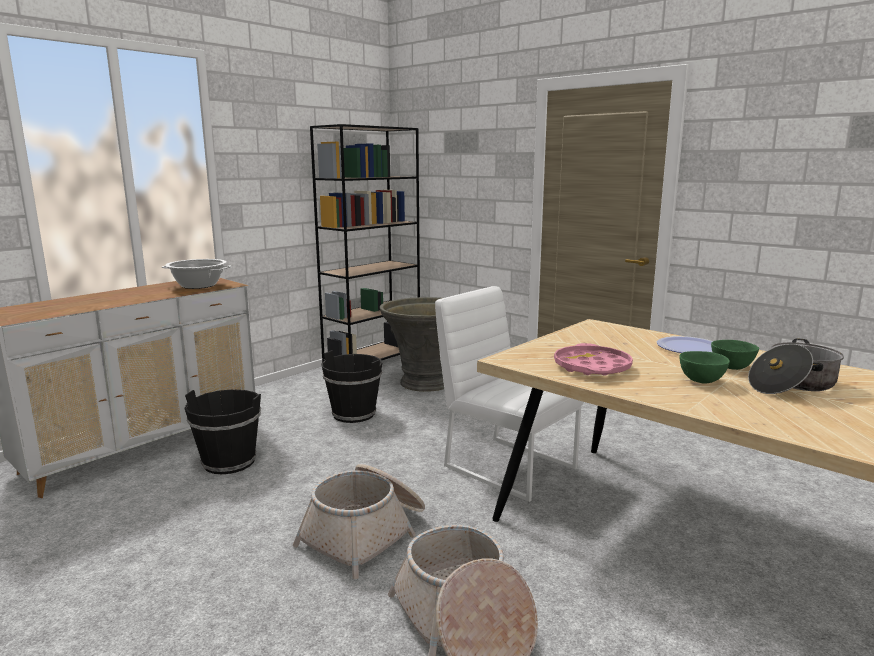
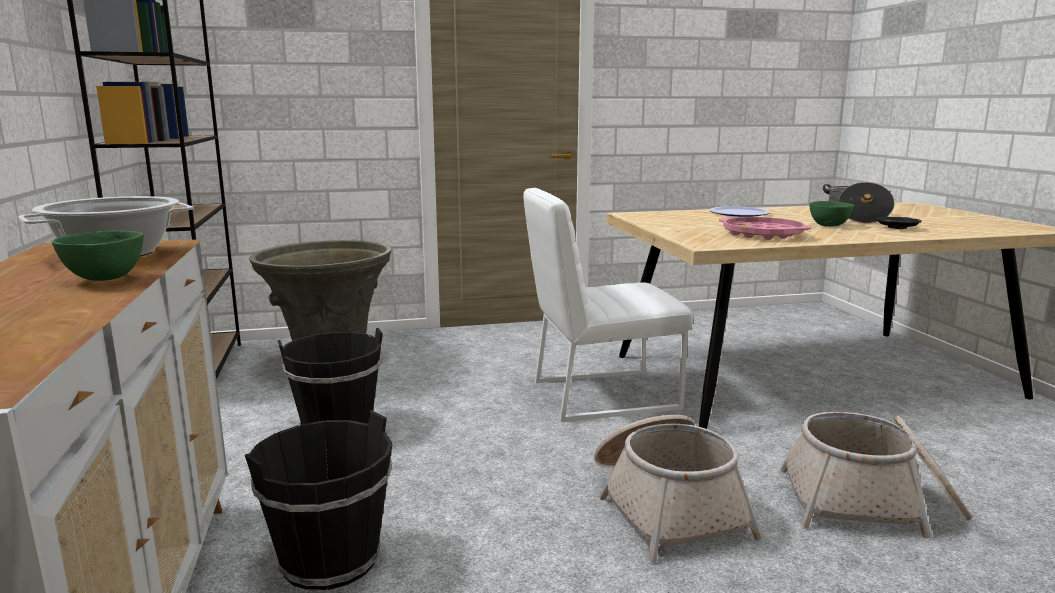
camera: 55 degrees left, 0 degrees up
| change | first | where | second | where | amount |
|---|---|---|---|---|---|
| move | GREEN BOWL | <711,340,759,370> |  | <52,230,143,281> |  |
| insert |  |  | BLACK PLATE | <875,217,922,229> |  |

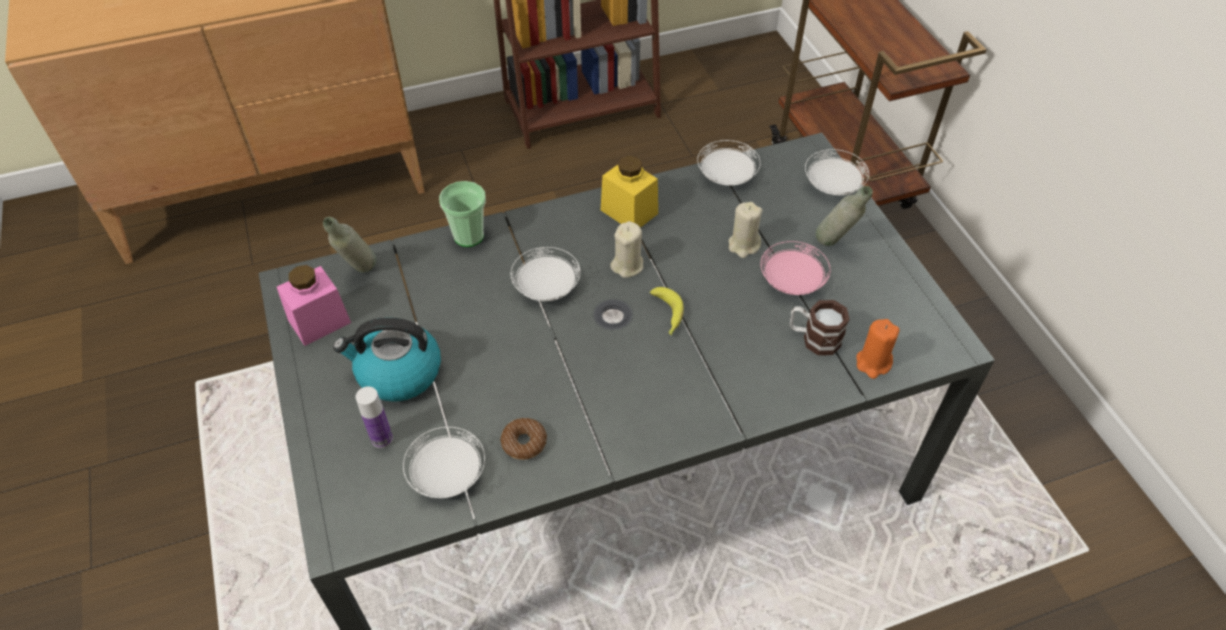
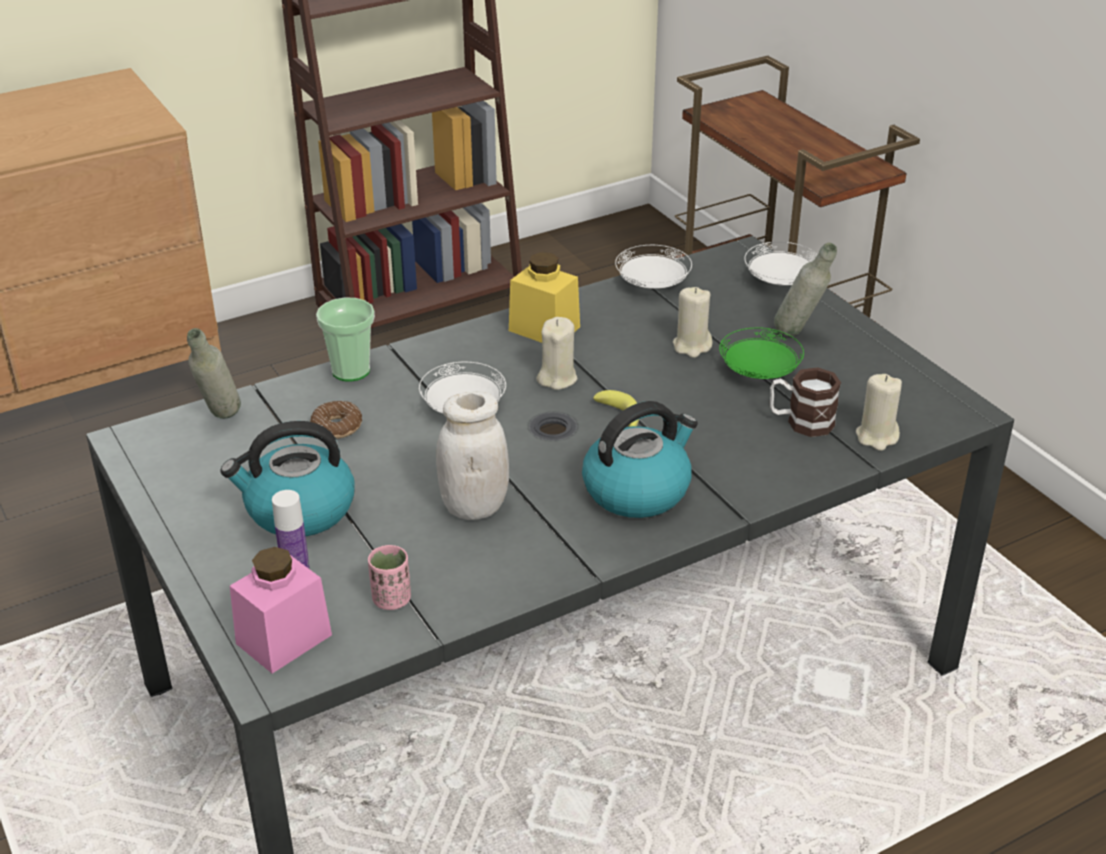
camera: 10 degrees left, 15 degrees down
| change | first | where | second | where | amount |
|---|---|---|---|---|---|
| move | PINK JAR | <277,265,351,346> |  | <230,547,332,674> |  |
| replace | WHITE PLATE | <403,427,485,498> | PINK CUP | <368,545,411,610> |  |
| move | DONUT | <500,418,547,460> |  | <310,401,362,439> |  |
| recolor | PINK PLATE | <761,241,831,295> | GREEN PLATE | <719,327,804,379> |  |
| recolor | ORANGE CANDLE | <857,319,900,379> | BEIGE CANDLE | <856,374,902,451> |  |
| insert |  |  | WHITE JAR | <436,391,509,520> |  |
| insert |  |  | KETTLE | <582,401,698,518> |  |

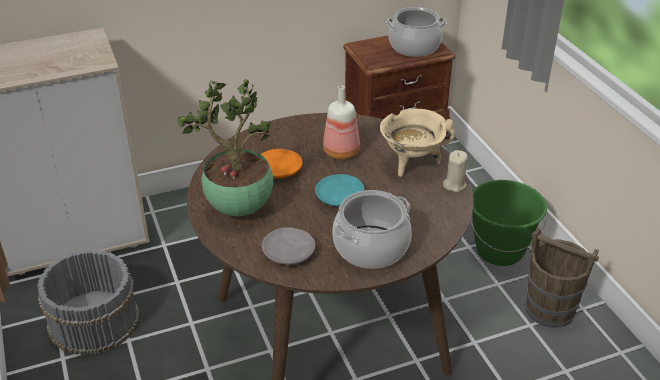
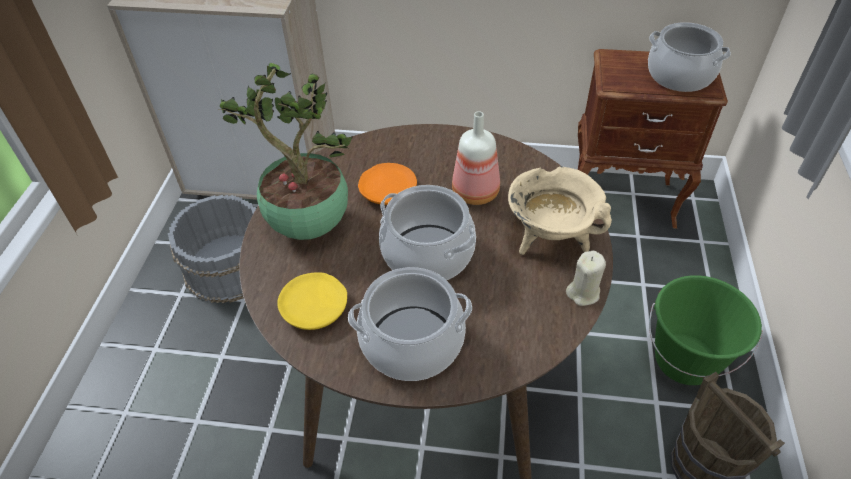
camera: 30 degrees right, 10 degrees up
| change | first | where | second | where | amount |
|---|---|---|---|---|---|
| recolor | GREY PLATE | <262,227,315,265> | YELLOW PLATE | <277,272,347,330> |  |
| replace | TURQUOISE PLATE | <315,174,364,207> | COOKING POT | <379,185,476,280> |  |

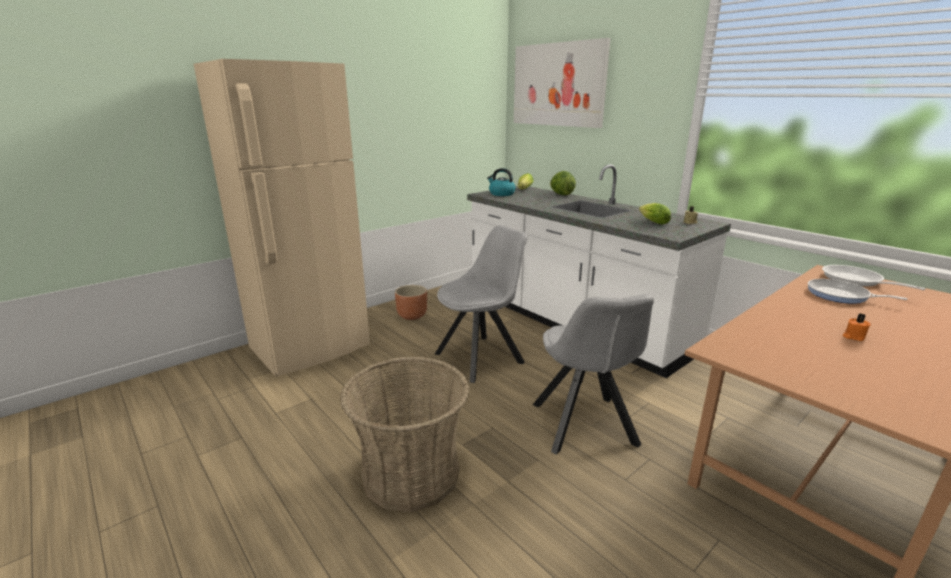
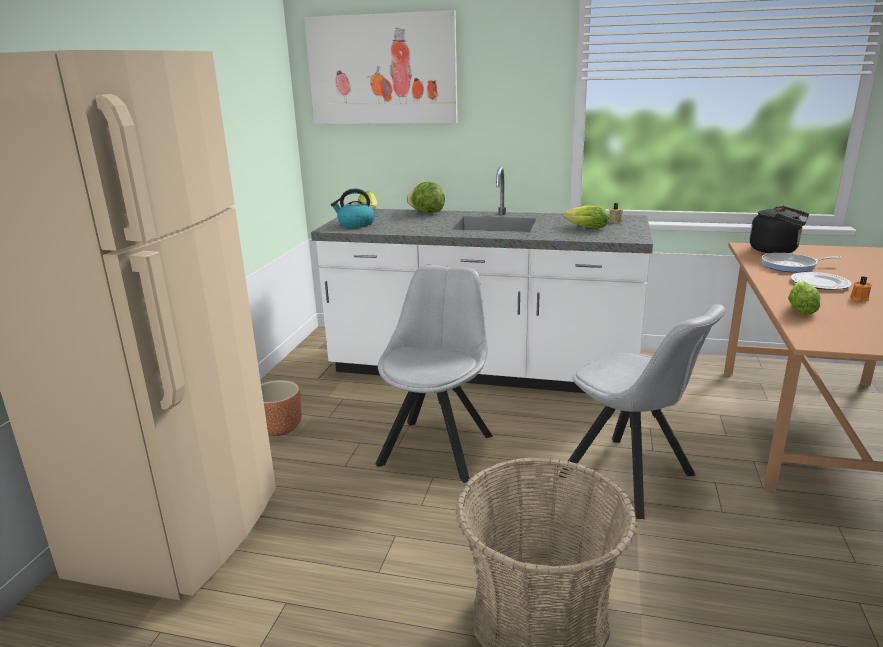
camera: 35 degrees left, 0 degrees up
| change | first | where | second | where | amount |
|---|---|---|---|---|---|
| replace | FRYING PAN | <822,265,925,290> | BLACK KETTLE | <750,206,809,253> |  |
| insert |  |  | LETTUCE | <788,281,820,315> |  |
| insert |  |  | PLATE | <791,272,852,290> |  |

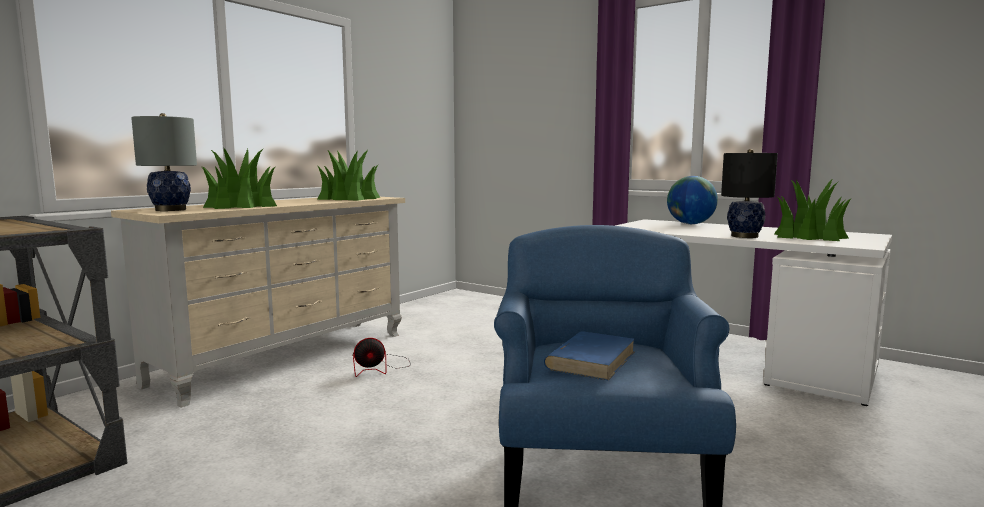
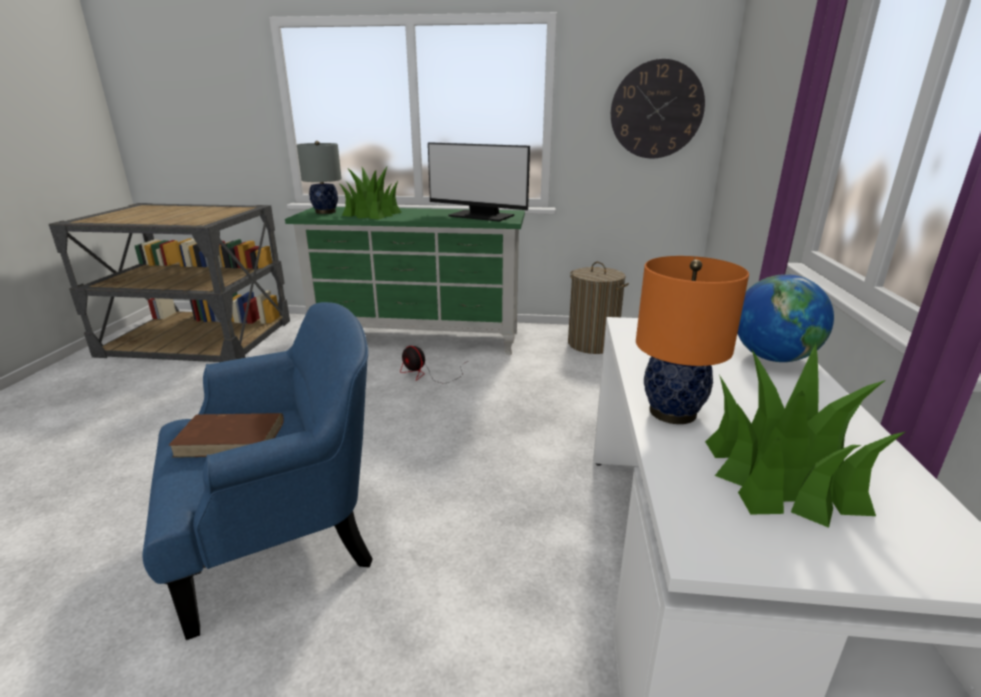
camera: 60 degrees right, 15 degrees up
| change | first | where | second | where | amount |
|---|---|---|---|---|---|
| recolor | BEIGE DRESSER | <111,197,405,408> | GREEN DRESSER | <285,207,525,355> |  |
| replace | POTTED PLANT | <317,150,380,200> | MONITOR | <428,142,530,222> |  |
| recolor | BLUE BOOK | <544,331,635,380> | BROWN BOOK | <168,413,284,458> |  |
| recolor | BLACK TABLE LAMP | <721,149,778,238> | ORANGE TABLE LAMP | <636,256,749,424> |  |
| insert |  |  | LAUNDRY BASKET | <568,262,629,354> |  |
| insert |  |  | WALL CLOCK | <611,59,705,158> |  |

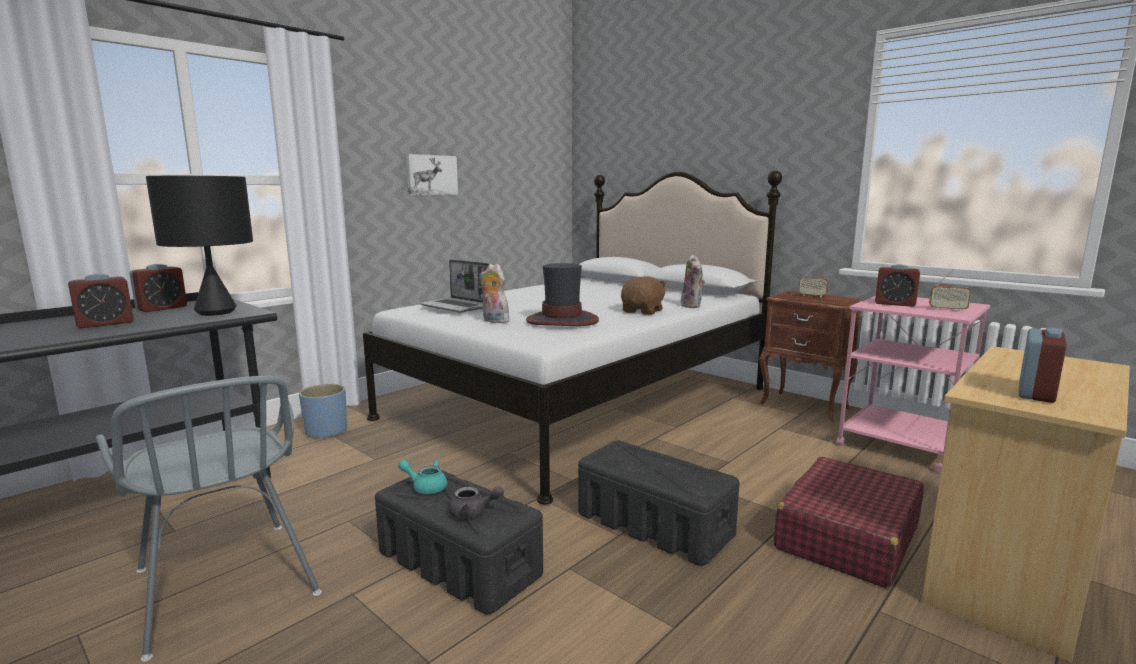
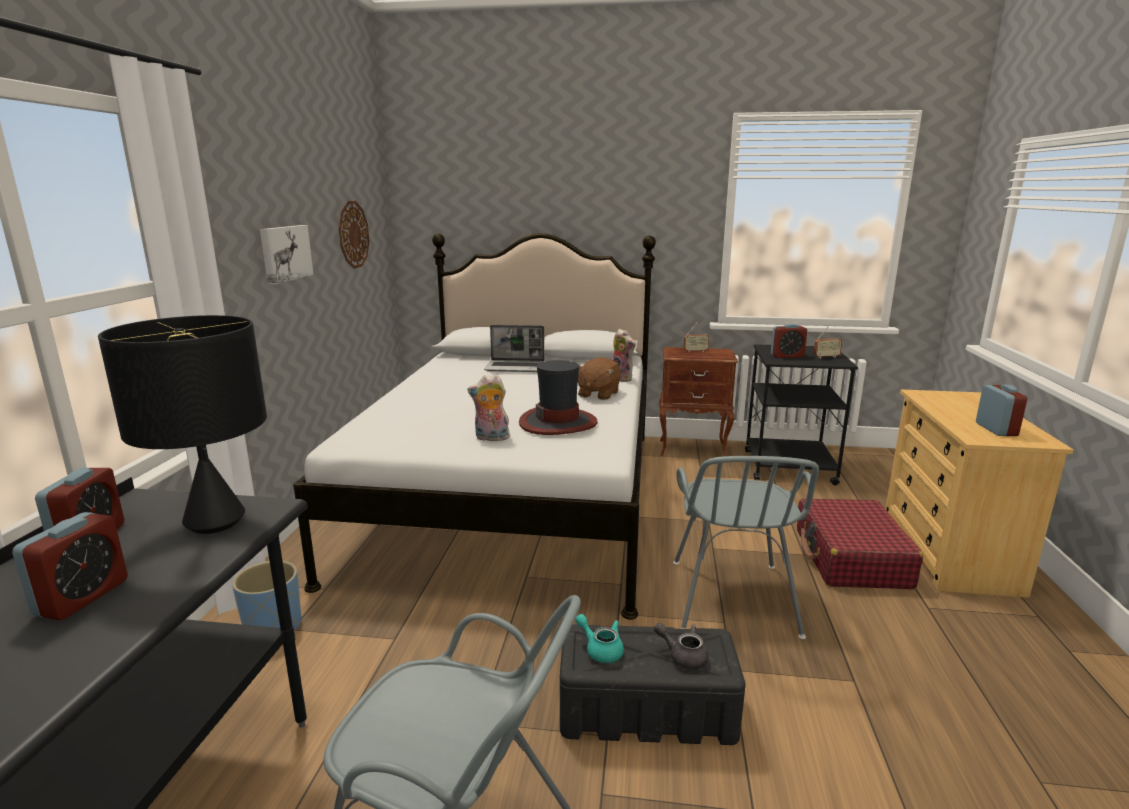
camera: 35 degrees left, 5 degrees up
| change | first | where | second | where | amount |
|---|---|---|---|---|---|
| rotate | TURQUOISE TEAPOT | <398,460,447,494> |  | <575,614,624,663> | 60 degrees clockwise |
| move | LAPTOP | <419,259,489,313> |  | <484,325,544,372> |  |
| rotate | GREY TEAPOT | <449,486,504,519> |  | <654,623,708,669> | 120 degrees counterclockwise |
| replace | BLACK STORAGE BOX | <578,440,739,566> | GREY CHAIR | <673,456,819,639> |  |
| rotate | BROWN PLUSH TOY | <621,276,667,315> |  | <578,357,621,400> | 150 degrees counterclockwise |
| recolor | PINK CART | <836,296,990,474> | BLACK CART | <745,344,858,485> |  |
| insert |  |  | WALL CLOCK | <339,201,369,269> |  |

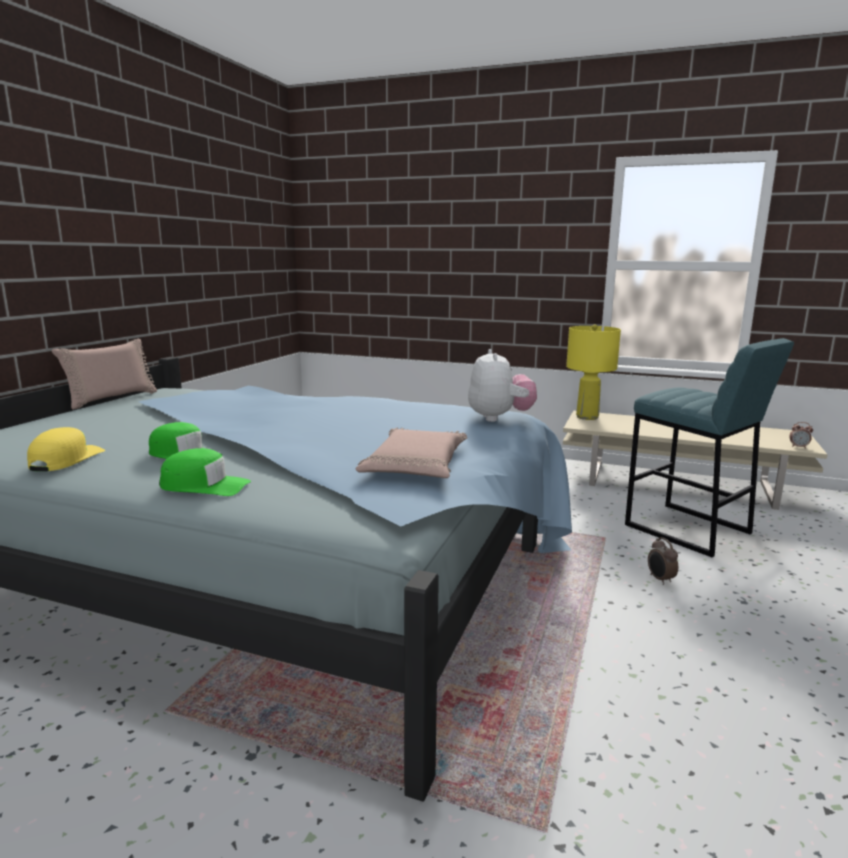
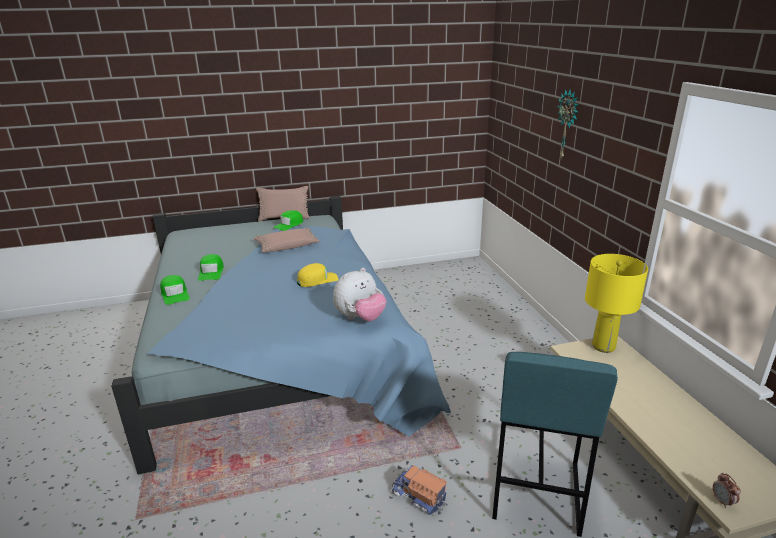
camera: 55 degrees right, 10 degrees up
| change | first | where | second | where | amount |
|---|---|---|---|---|---|
| move | YELLOW CAP | <27,427,105,472> |  | <297,263,338,287> |  |
| move | BEIGE PILLOW | <355,428,467,478> |  | <254,228,320,252> |  |
| replace | ALARM CLOCK | <648,537,678,585> | TOY TRUCK | <391,465,447,515> |  |
| insert |  |  | GREEN CAP | <274,210,303,231> |  |
| insert |  |  | WALL CLOCK | <557,89,579,160> |  |

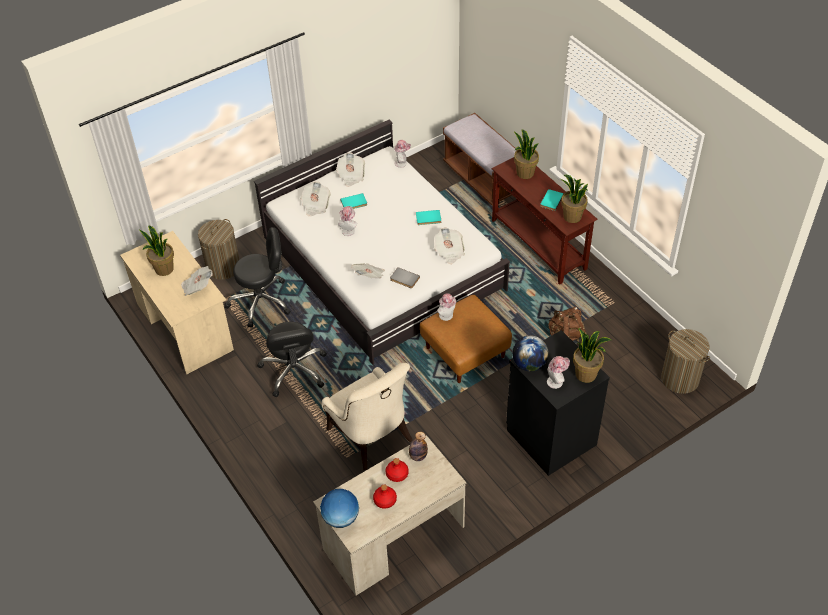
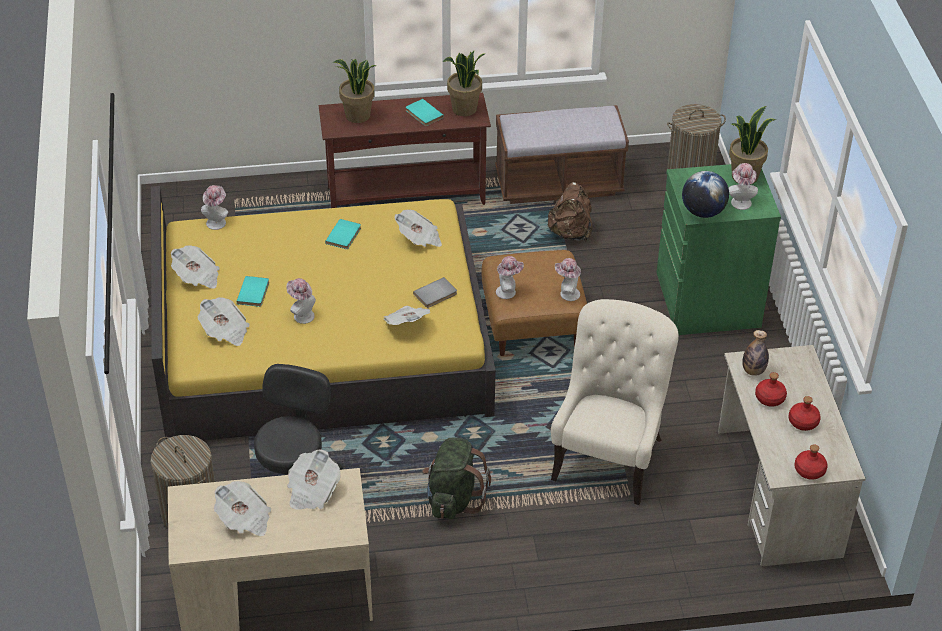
camera: 65 degrees left, 5 degrees down
| change | first | where | second | where | amount |
|---|---|---|---|---|---|
| replace | POTTED PLANT | <139,226,174,276> | NEWSPAPER | <214,481,271,536> |  |
| recolor | WHITE BED | <254,120,510,365> | YELLOW BED | <151,186,496,441> |  |
| replace | BLACK OFFICE CHAIR | <257,322,327,397> | GREEN BACKPACK | <422,438,491,519> |  |
| replace | GLOBE | <320,489,359,528> | RED BOTTLE | <795,444,828,480> |  |
| rotate | BEIGE ARMCHAIR | <322,363,413,470> |  | <551,299,679,505> | 60 degrees counterclockwise |
| move | BROWN BENCH | <443,113,517,205> |  | <495,105,629,204> |  |
| recolor | BLACK DRESSER | <506,330,610,476> | GREEN DRESSER | <657,164,781,335> |  |
| insert |  |  | HAT | <555,258,581,301> |  |

